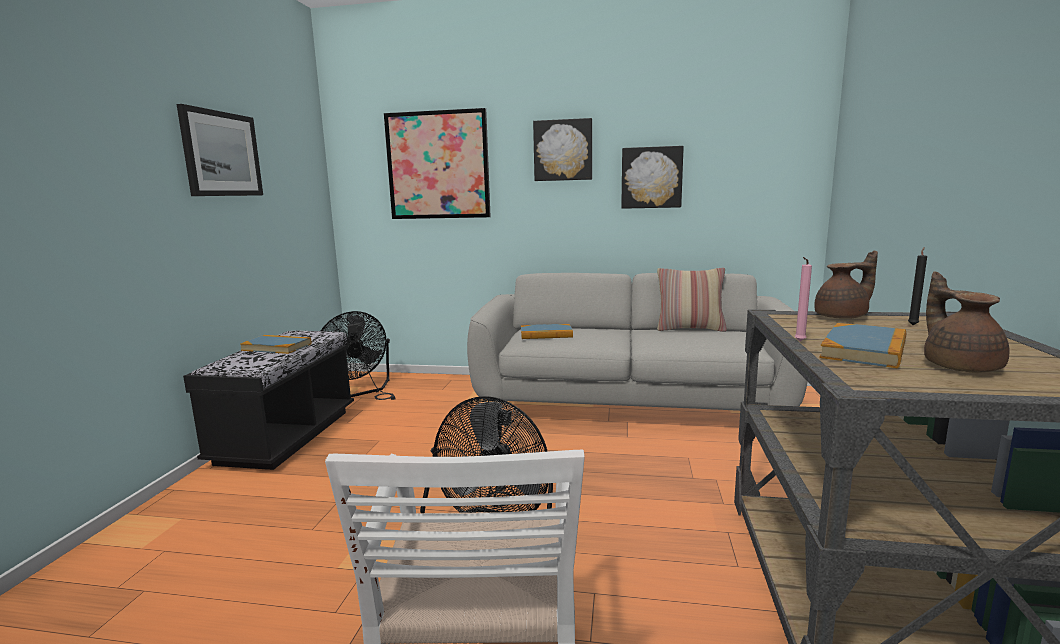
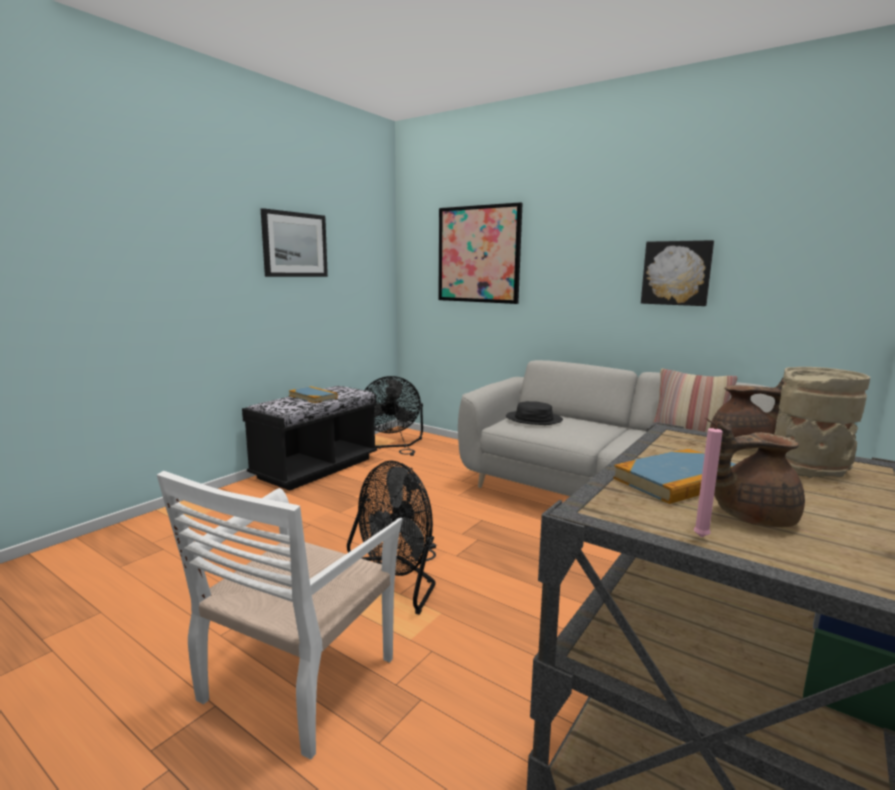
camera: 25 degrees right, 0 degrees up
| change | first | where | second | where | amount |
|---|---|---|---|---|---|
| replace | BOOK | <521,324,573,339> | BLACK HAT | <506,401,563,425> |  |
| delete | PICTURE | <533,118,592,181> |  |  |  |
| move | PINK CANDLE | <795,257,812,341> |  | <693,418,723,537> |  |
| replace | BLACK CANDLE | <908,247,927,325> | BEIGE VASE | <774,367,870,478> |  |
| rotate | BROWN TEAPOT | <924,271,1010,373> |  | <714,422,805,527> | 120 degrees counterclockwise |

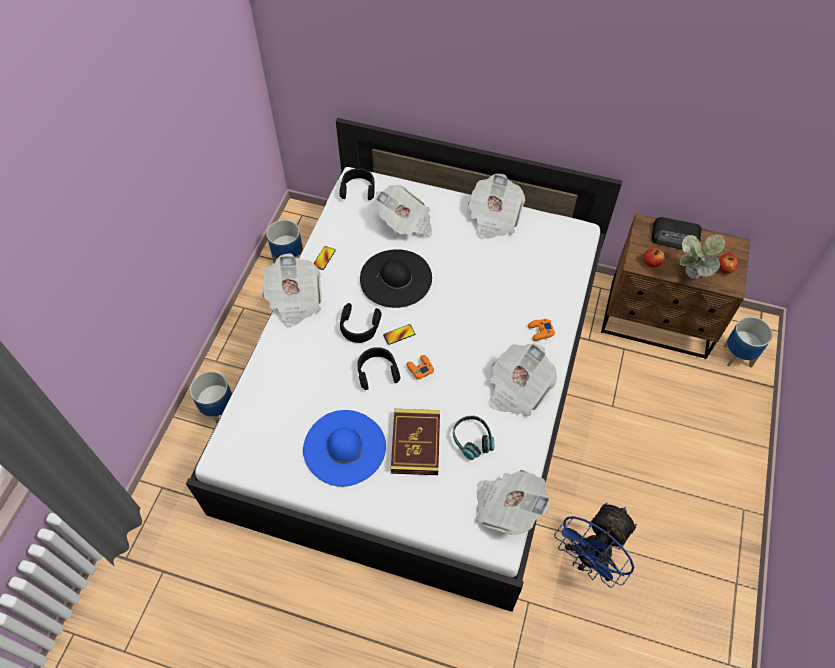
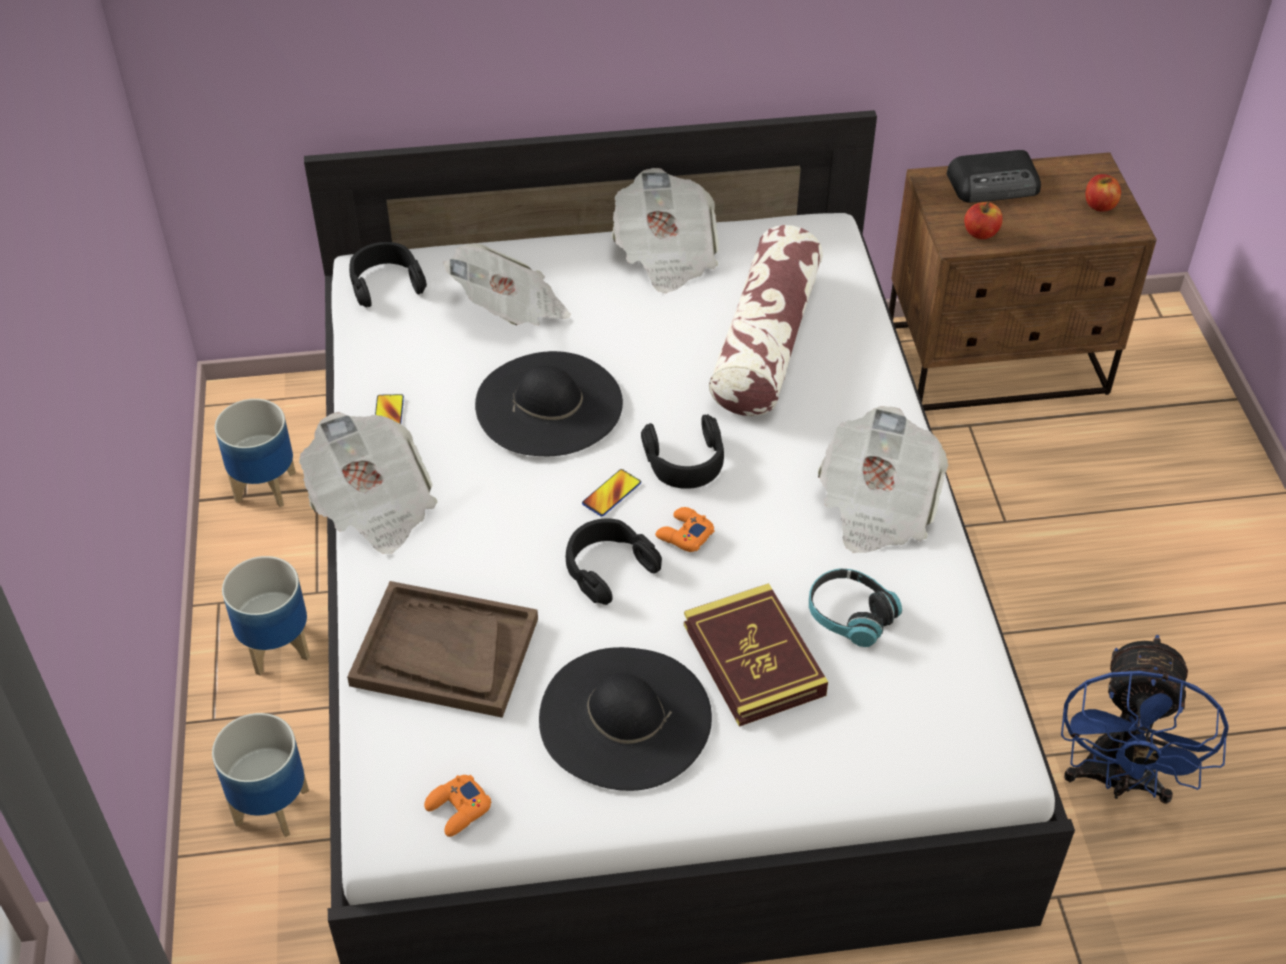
camera: 25 degrees left, 10 degrees down
| change | first | where | second | where | amount |
|---|---|---|---|---|---|
| recolor | BLUE HAT | <303,410,386,487> | BLACK HAT | <539,647,712,791> |  |
| move | BLACK HEADPHONES | <340,303,382,343> |  | <641,414,724,489> |  |
| delete | NEWSPAPER | <476,470,550,535> |  |  |  |
| move | ORANGE GAME CONTROLLER | <528,319,555,341> |  | <424,774,492,837> |  |
| delete | POTTED PLANT | <680,234,725,279> |  |  |  |
| move | PLANTER | <723,317,772,367> |  | <222,556,310,675> |  |
| insert |  |  | BROWN TRAY | <347,581,538,718> |  |
| insert |  |  | PILLOW | <709,225,823,416> |  |

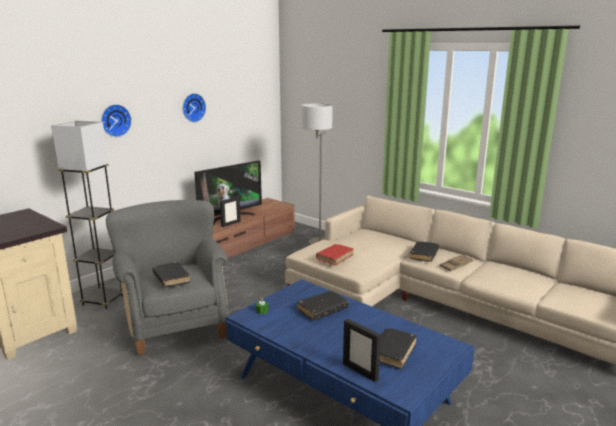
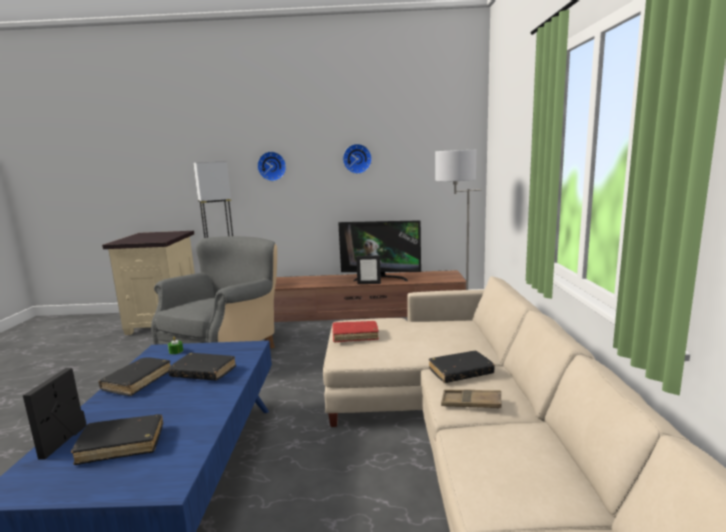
camera: 50 degrees right, 5 degrees down
| change | first | where | second | where | amount |
|---|---|---|---|---|---|
| move | BLACK BOOK | <153,262,190,287> |  | <98,357,171,396> |  |

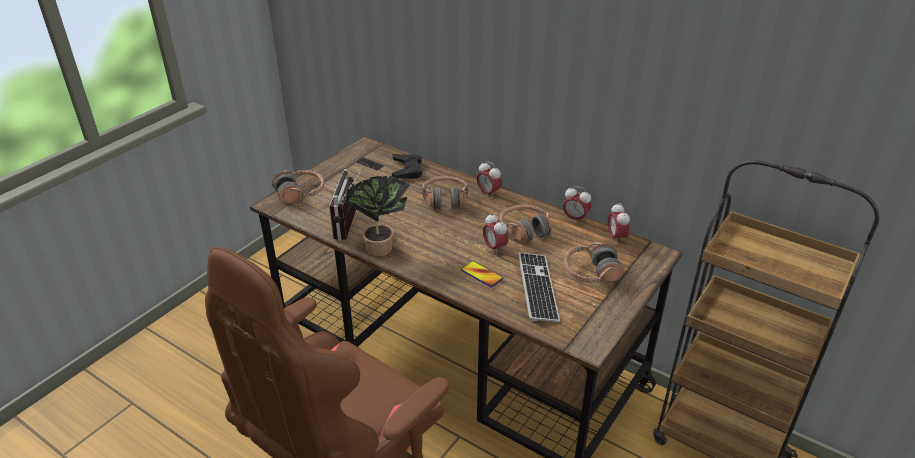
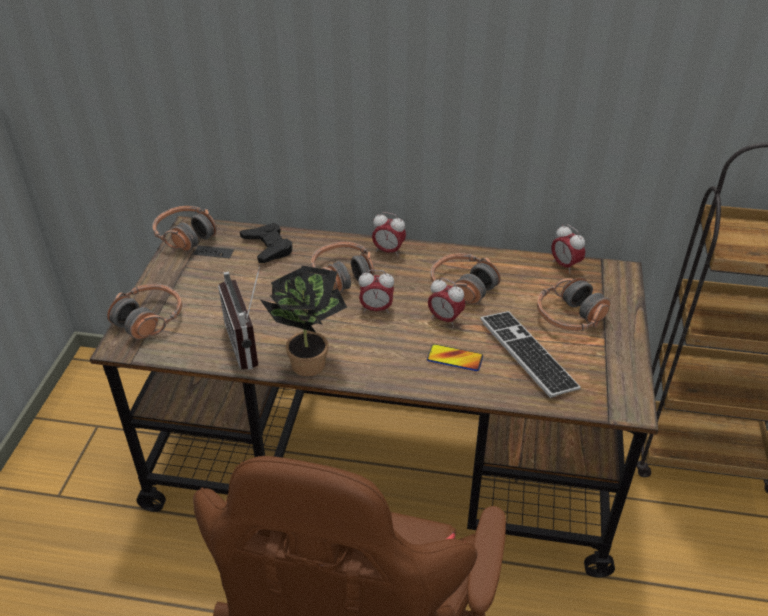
camera: 25 degrees left, 5 degrees up
| change | first | where | second | where | amount |
|---|---|---|---|---|---|
| move | ALARM CLOCK | <563,186,591,224> |  | <358,270,394,314> |  |
| insert |  |  | HEADPHONES | <153,206,216,251> |  |

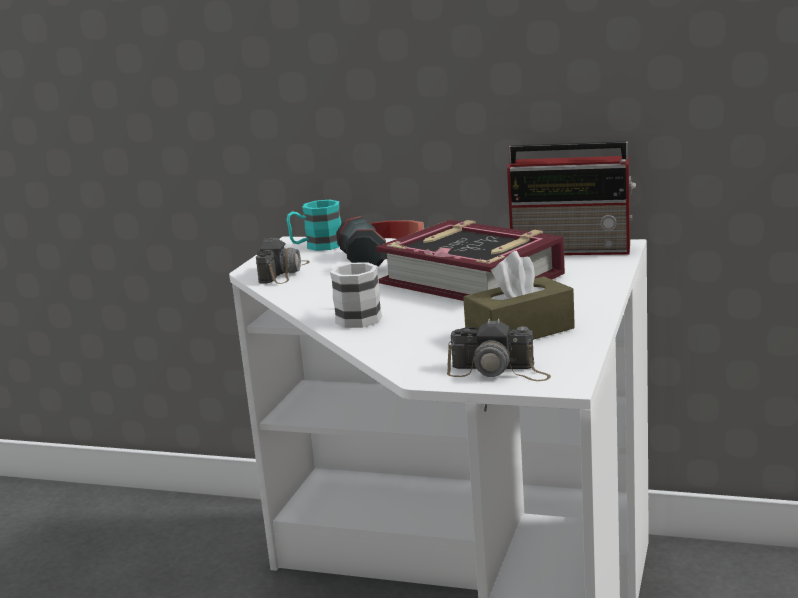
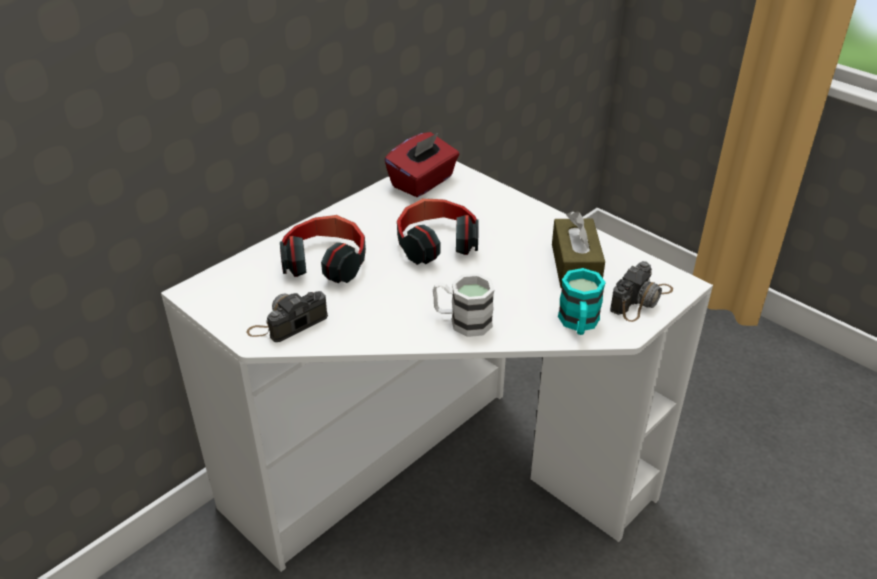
camera: 65 degrees left, 20 degrees up
| change | first | where | second | where | amount |
|---|---|---|---|---|---|
| rotate | PHOTO CAMERA | <256,238,309,284> |  | <246,291,328,342> | 75 degrees counterclockwise |
| move | TURQUOISE MUG | <287,200,341,251> |  | <558,268,606,335> |  |
| replace | BOOK | <376,220,565,301> | HEADPHONES | <397,198,479,265> |  |
| replace | RADIO | <507,141,636,255> | RED TISSUE BOX | <385,132,459,197> |  |

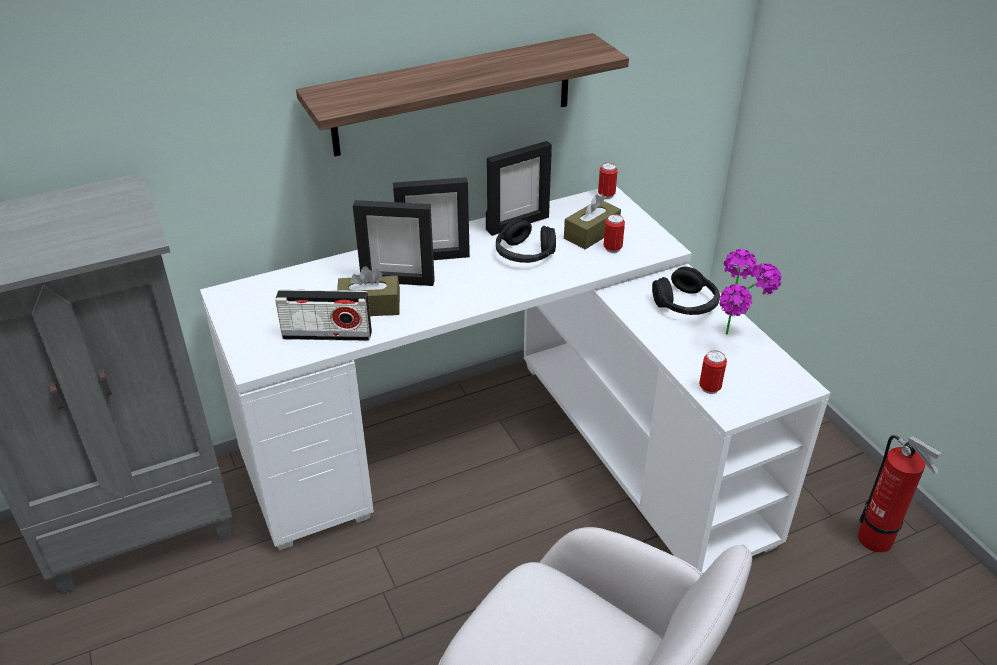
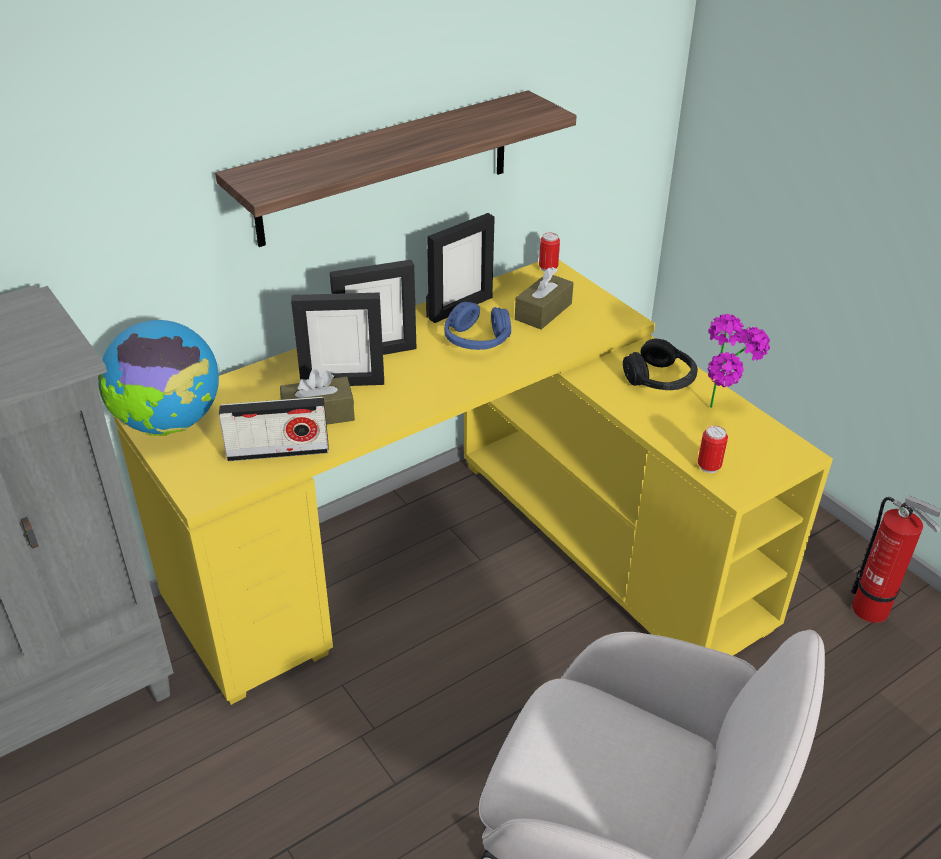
camera: 10 degrees left, 0 degrees up
| change | first | where | second | where | amount |
|---|---|---|---|---|---|
| recolor | WHITE DESK | <200,186,830,574> | YELLOW DESK | <114,260,833,705> |  |
| recolor | BLACK HEADPHONES | <496,219,556,263> | BLUE HEADPHONES | <444,302,511,350> |  |
| delete | CAN | <604,214,625,253> |  |  |  |
| insert |  |  | GLOBE | <98,320,220,436> |  |

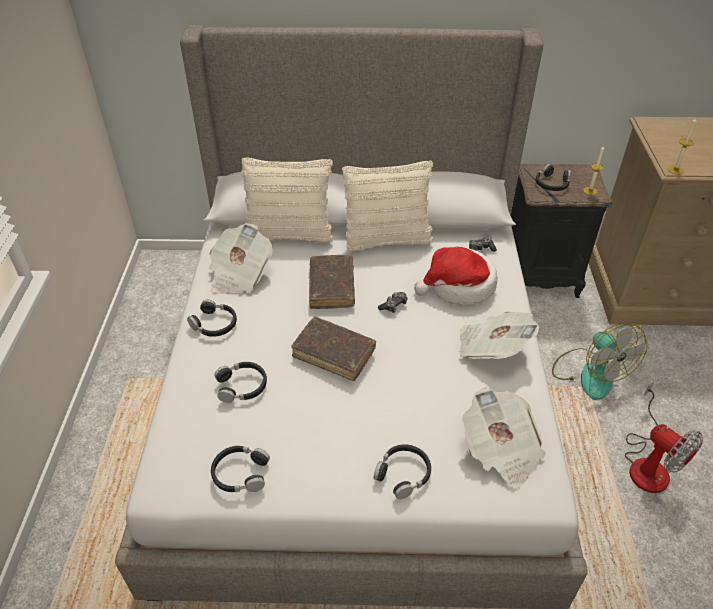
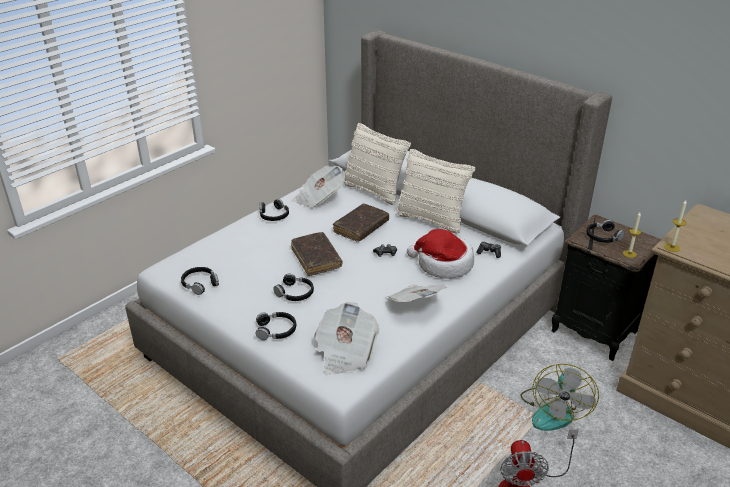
camera: 40 degrees right, 10 degrees down
| change | first | where | second | where | amount |
|---|---|---|---|---|---|
| move | BLACK HEADPHONES | <214,362,267,403> |  | <273,273,314,301> |  |

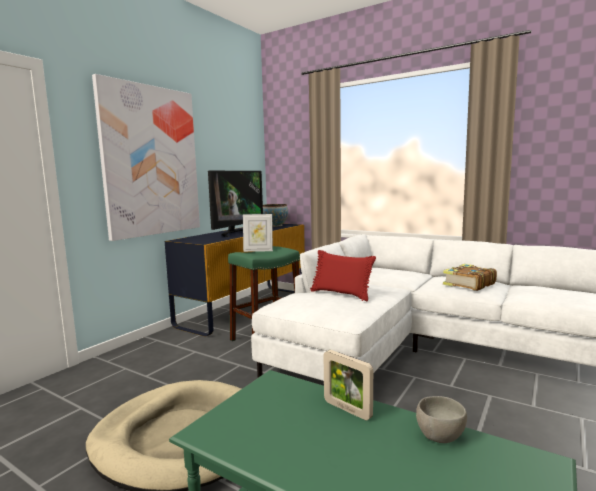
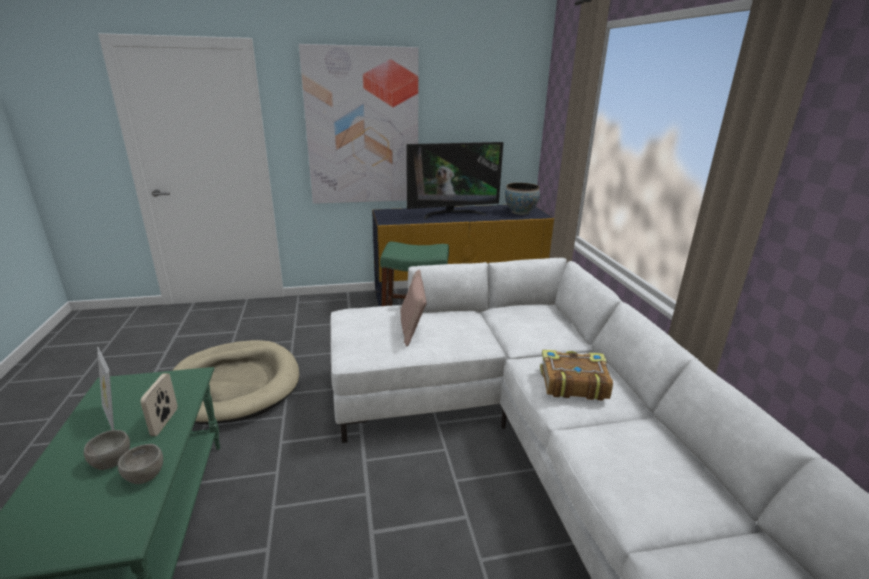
camera: 45 degrees right, 15 degrees up
| change | first | where | second | where | amount |
|---|---|---|---|---|---|
| move | PICTURE FRAME | <243,214,273,252> |  | <97,347,114,430> |  |
| recolor | RED PILLOW | <311,250,376,301> | BEIGE PILLOW | <400,270,427,346> |  |
| insert |  |  | GREY BOWL | <84,430,130,470> |  |

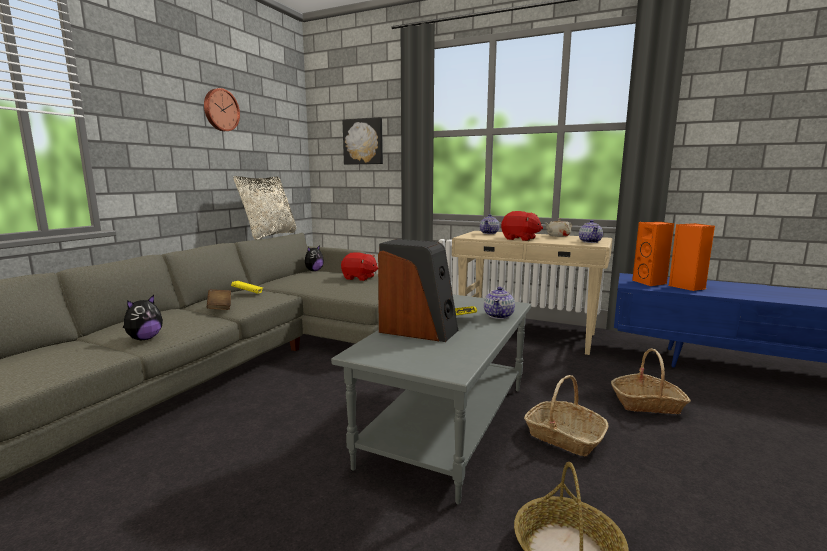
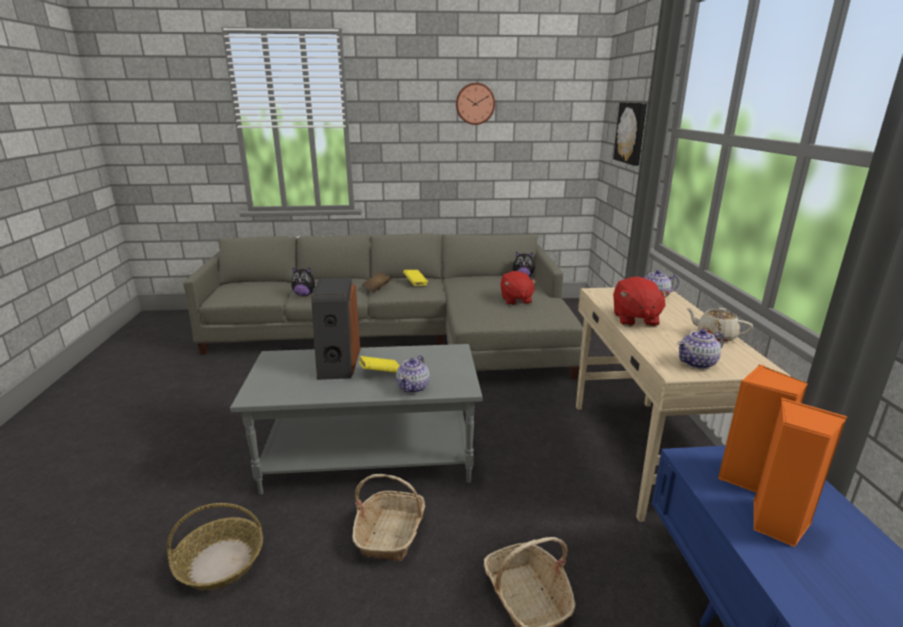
camera: 60 degrees right, 10 degrees up
| change | first | where | second | where | amount |
|---|---|---|---|---|---|
| delete | BEIGE PILLOW | <233,176,296,240> |  |  |  |
| rotate | TEAPOT | <484,287,515,319> |  | <396,355,430,393> | 60 degrees counterclockwise |

